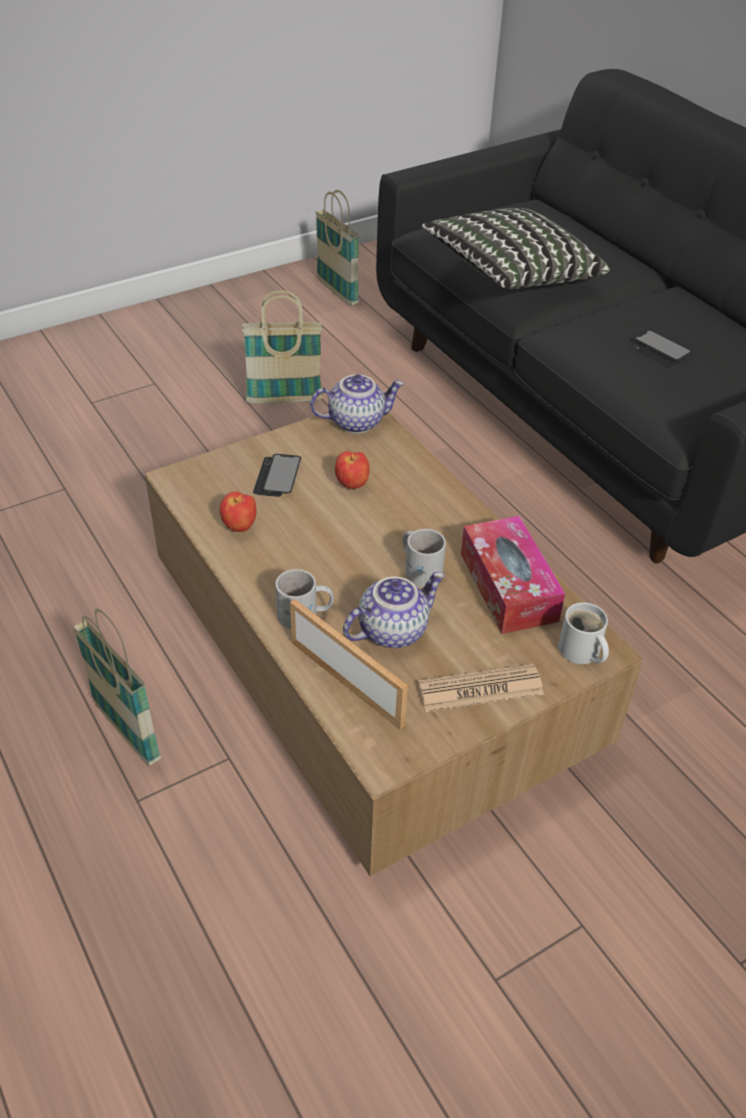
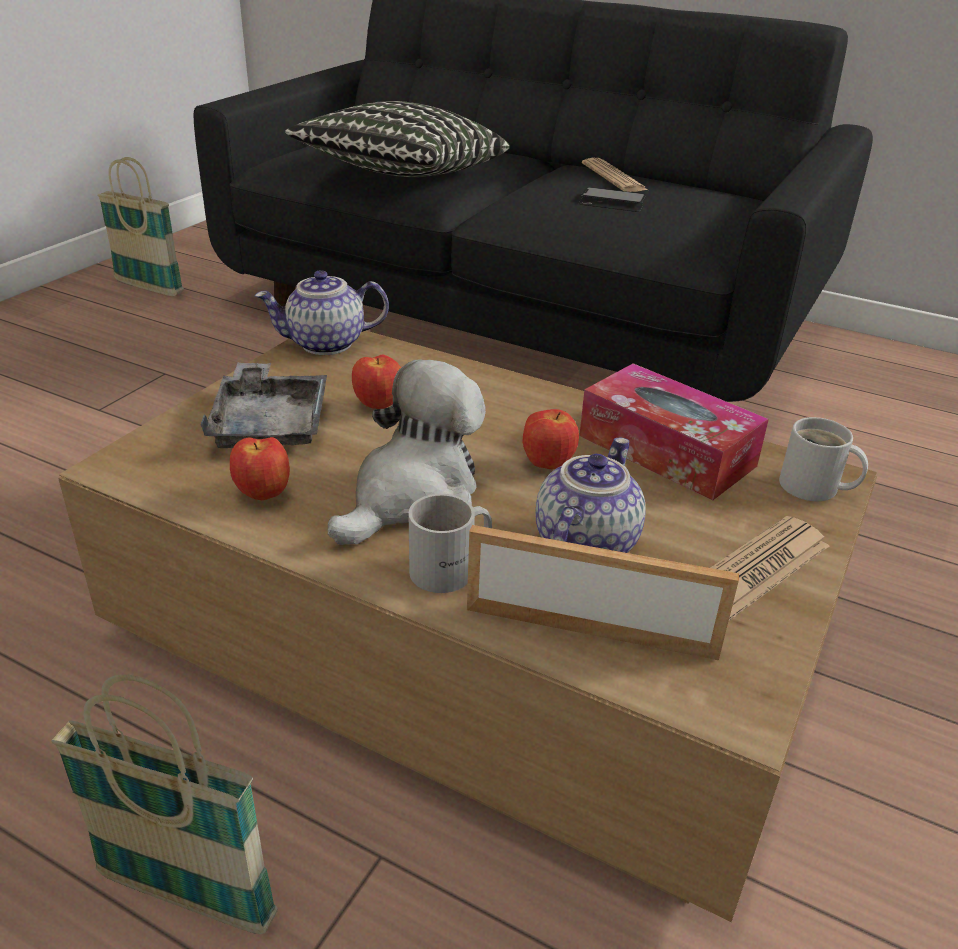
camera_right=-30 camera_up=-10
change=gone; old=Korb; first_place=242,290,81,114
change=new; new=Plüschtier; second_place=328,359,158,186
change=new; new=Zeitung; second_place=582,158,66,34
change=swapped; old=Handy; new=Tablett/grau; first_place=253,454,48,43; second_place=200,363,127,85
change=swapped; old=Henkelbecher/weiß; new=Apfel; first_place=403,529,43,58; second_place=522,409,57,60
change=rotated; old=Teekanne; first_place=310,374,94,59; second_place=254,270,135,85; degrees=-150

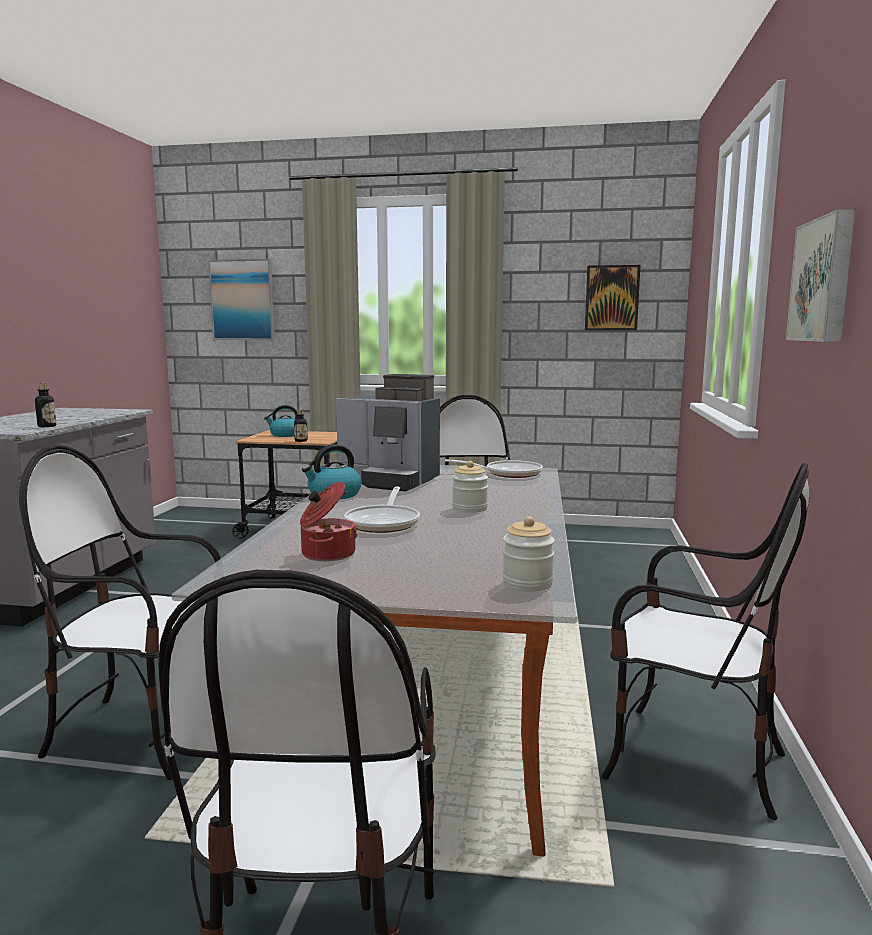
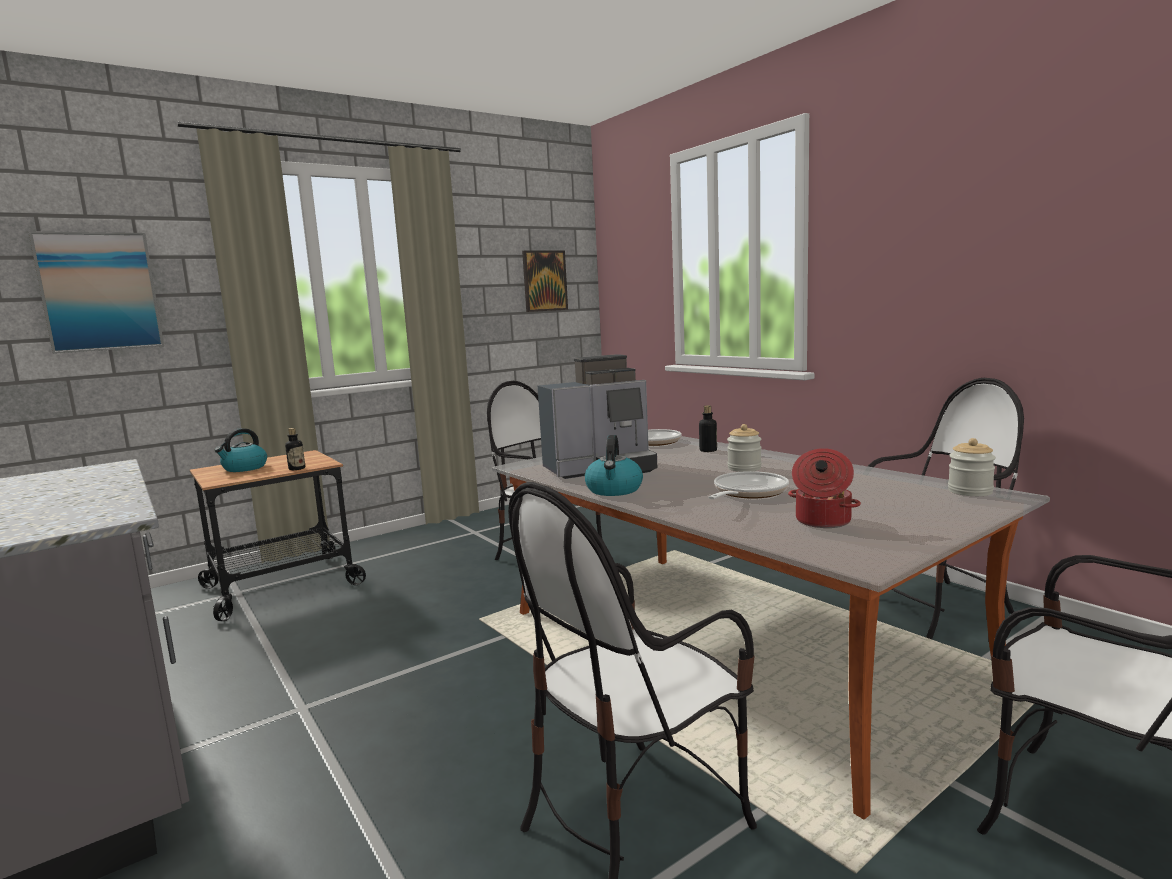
camera_right=-45 camera_up=0
change=gone; old=Bild; first_place=786,209,69,133
change=shifted; old=Flasche; first_place=35,382,21,45; second_place=699,405,18,47
change=rotated; old=Pfanne; first_place=344,487,76,46; second_place=708,471,81,28; degrees=-105

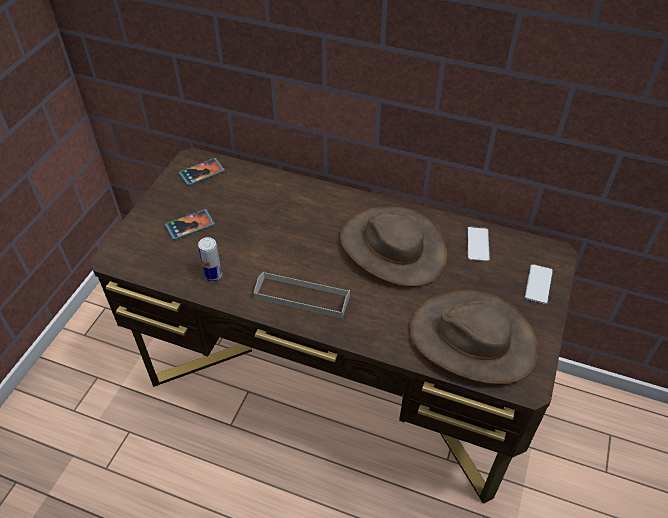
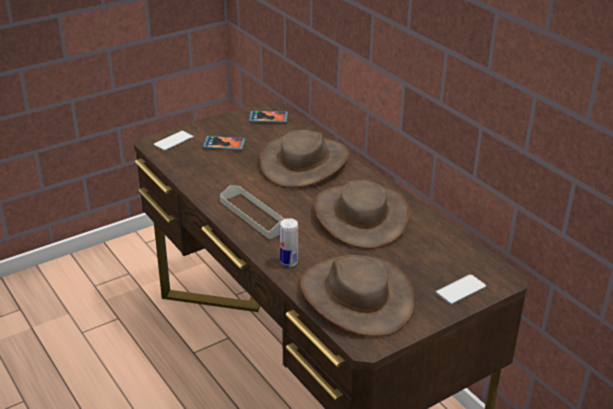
camera_right=35 camera_up=-15
change=new; new=Hut/braun; second_place=260,130,90,58
change=shifted; old=Dose; first_place=198,237,24,44; second_place=280,218,18,49
change=shifted; old=Handy; first_place=467,226,23,35; second_place=153,131,41,20

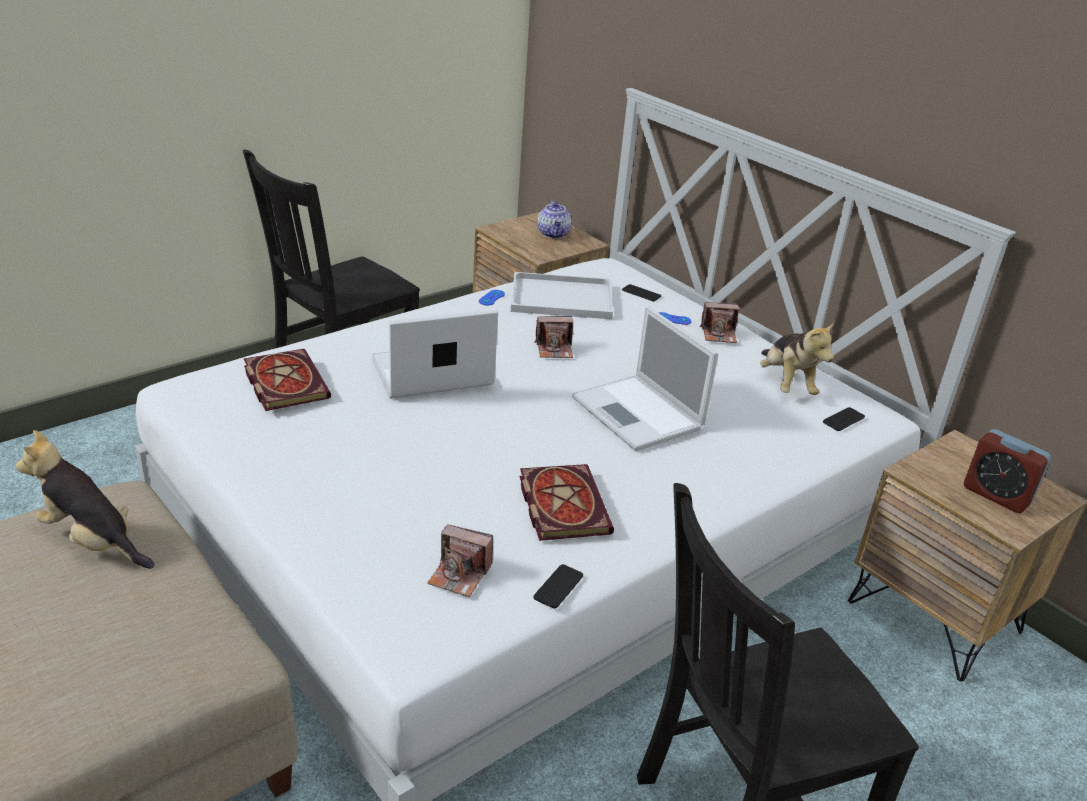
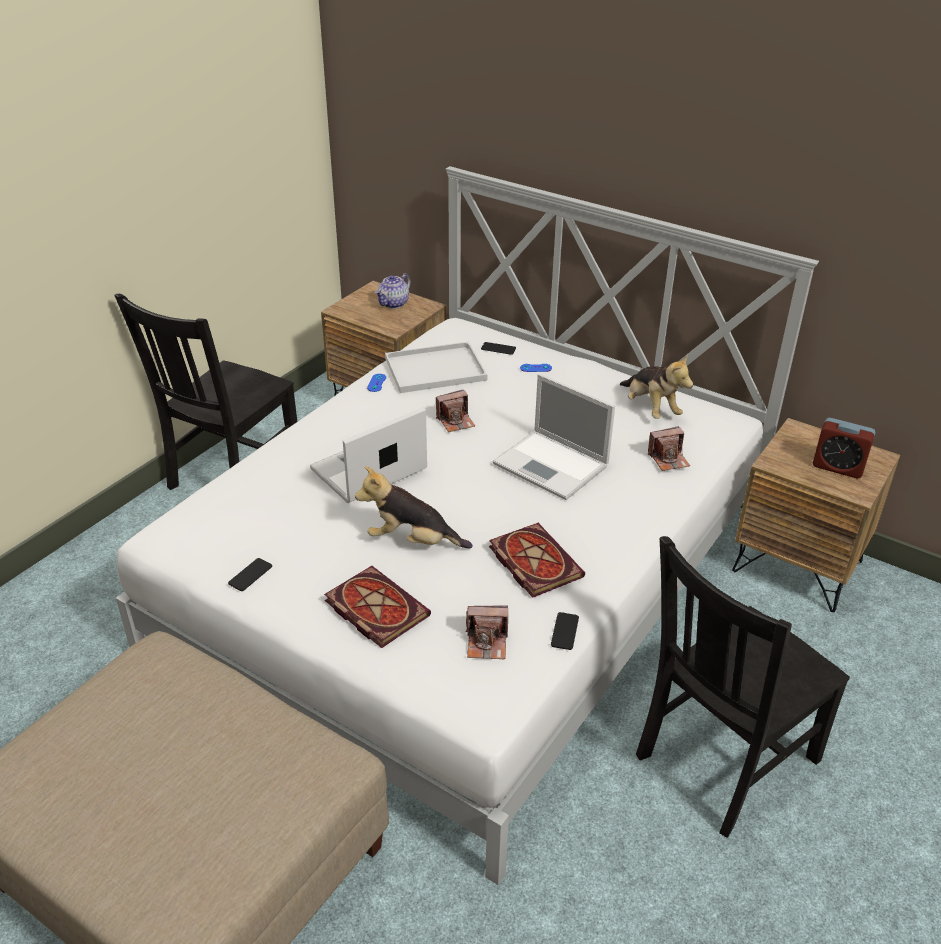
camera_right=-15 camera_up=5
change=shifted; old=Plüschtier; first_place=16,430,139,139; second_place=355,466,118,82
change=shifted; old=Buch; first_place=244,349,87,62; second_place=324,566,107,82
change=shifted; old=Kamera; first_place=700,302,39,41; second_place=648,426,42,45
change=shifted; old=Handy; first_place=823,407,42,24; second_place=228,558,44,33
change=rotated; old=Teekanne; first_place=537,200,35,38; second_place=375,273,36,36; degrees=60

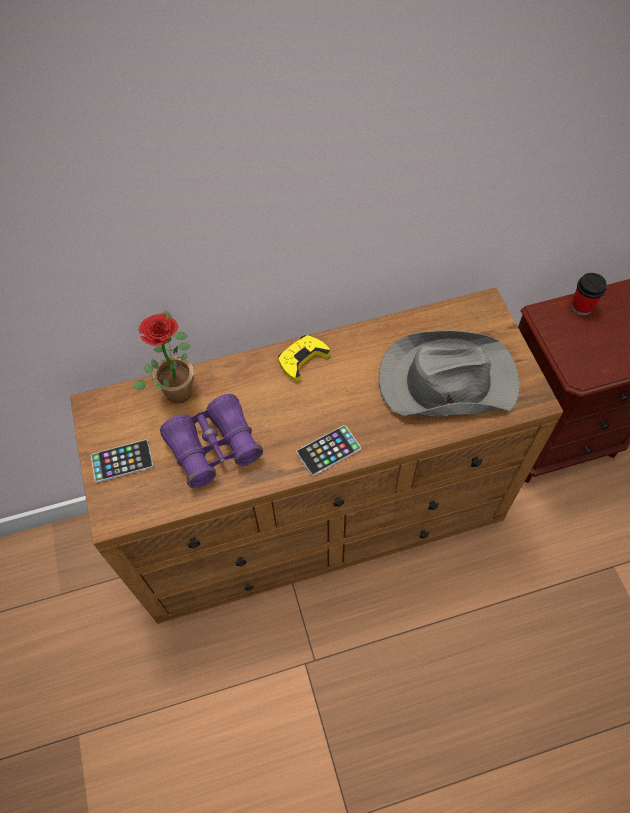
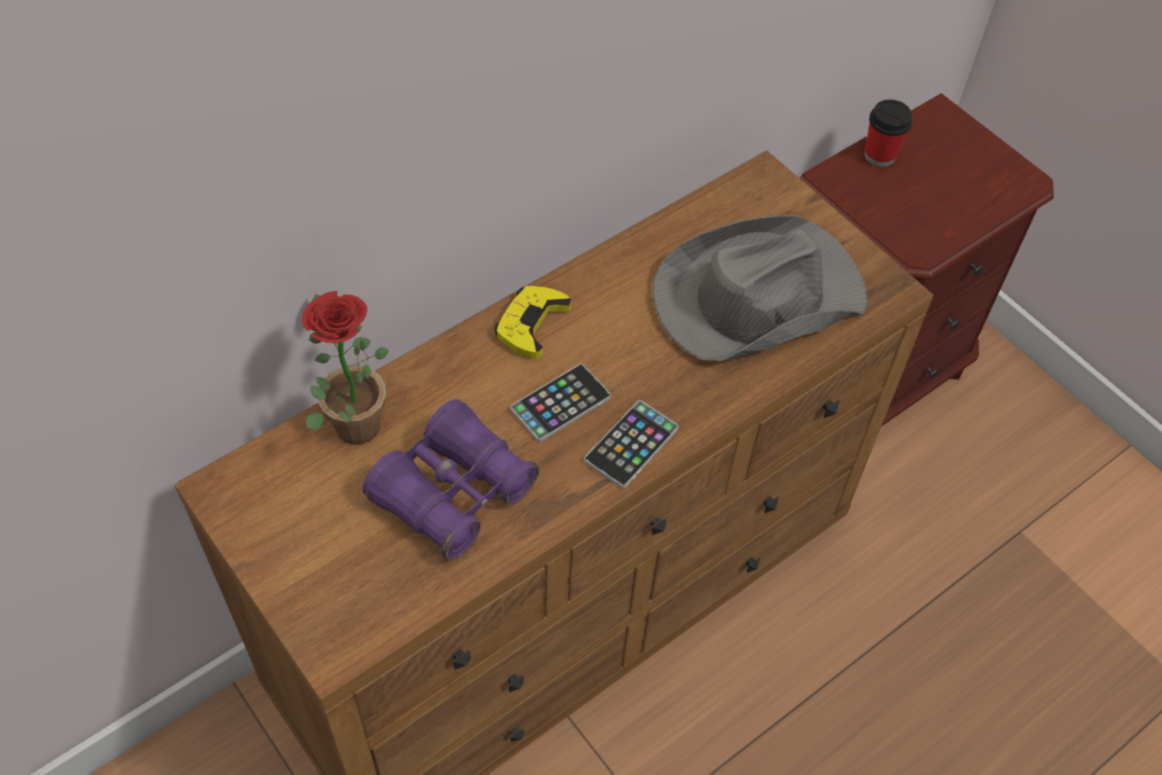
camera_right=-25 camera_up=-5
change=shifted; old=Handy; first_place=91,439,63,44; second_place=510,364,101,78

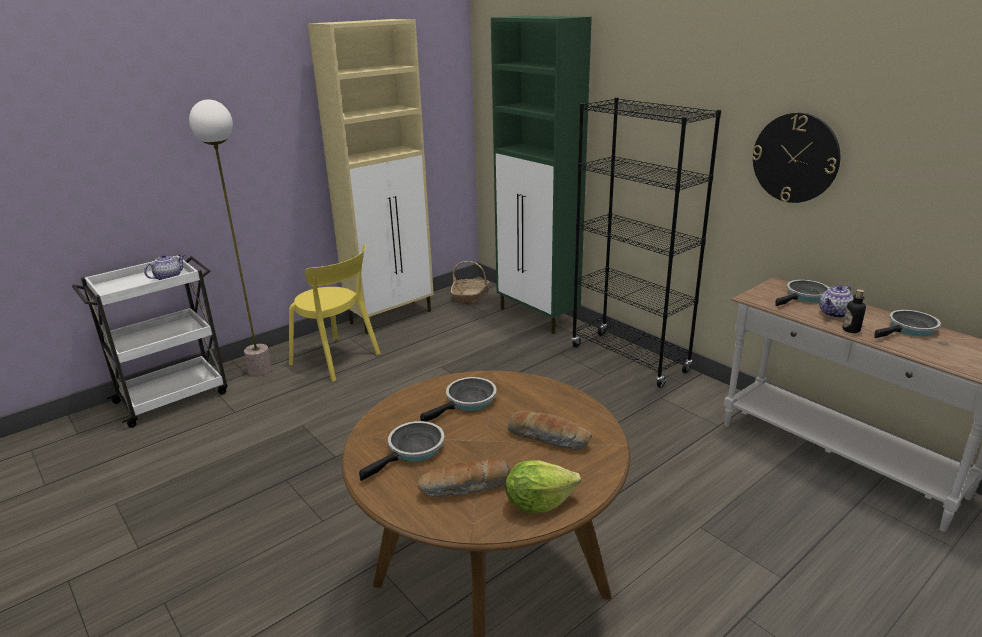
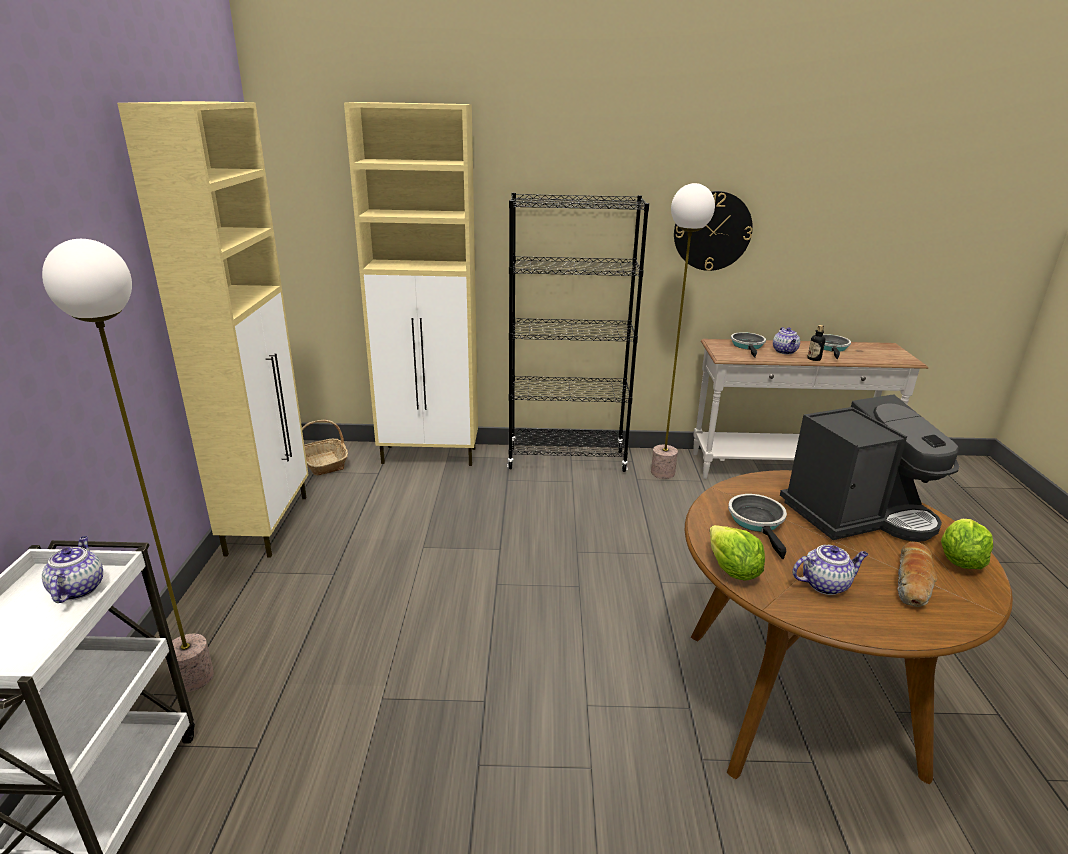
camera_right=-50 camera_up=0
change=gone; old=Stuhl/gelb; first_place=289,244,91,138
change=new; new=Stehlampe; second_place=651,183,64,296
change=new; new=Salatkopf; second_place=709,525,56,56
change=swapped; old=Pfanne; new=Teekanne; first_place=359,421,86,60; second_place=792,545,77,50
change=swapped; old=Brot; new=Kaffeemaschine; first_place=507,411,85,39; second_place=780,394,179,148
change=repainted; old=Schrank/grün; new=Schrank/beige; first_place=491,16,101,318; second_place=344,102,134,364

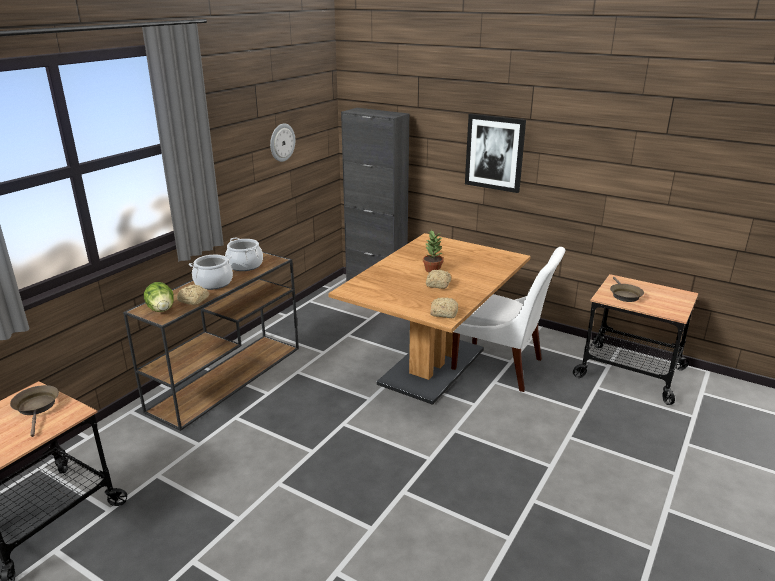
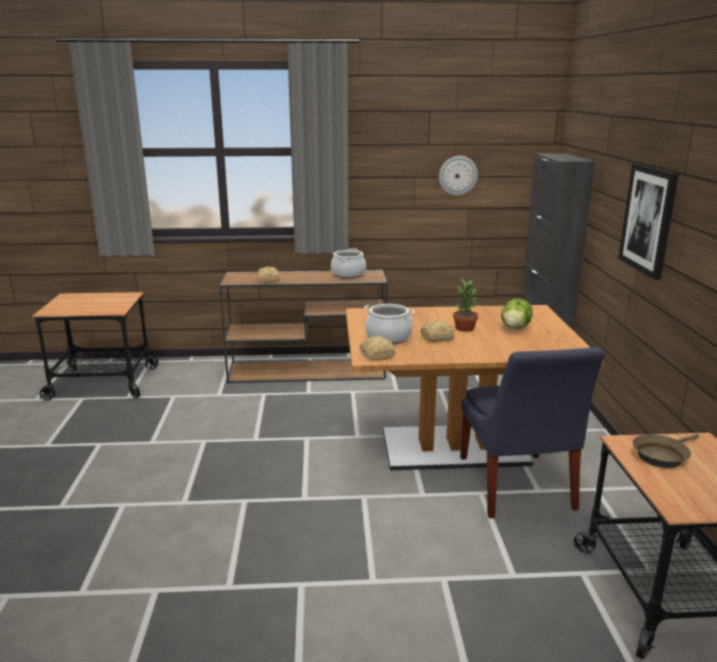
camera_right=55 camera_up=-5
change=gone; old=Pfanne/braun; first_place=10,385,49,52
change=shifted; old=Salatkopf; first_place=144,282,30,30; second_place=501,299,32,30
change=shifted; old=Kochtopf; first_place=189,254,44,36; second_place=364,304,51,40
change=repainted; old=Stuhl/weiß; new=Stuhl/blau; first_place=451,247,114,145; second_place=460,347,145,171

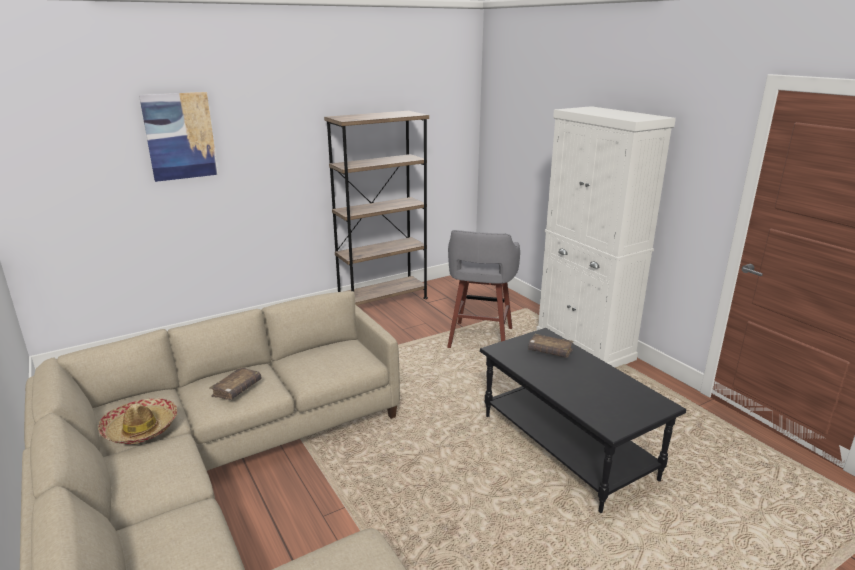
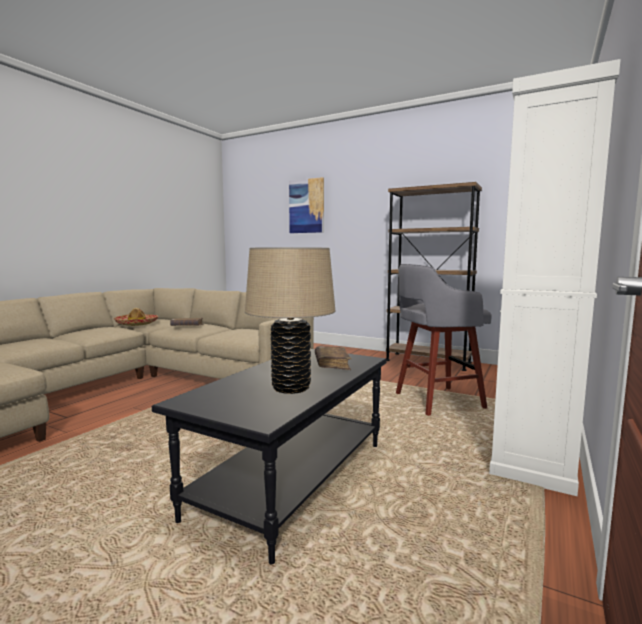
camera_right=60 camera_up=-15
change=new; new=Tischlampe/beige; second_place=245,247,90,147

